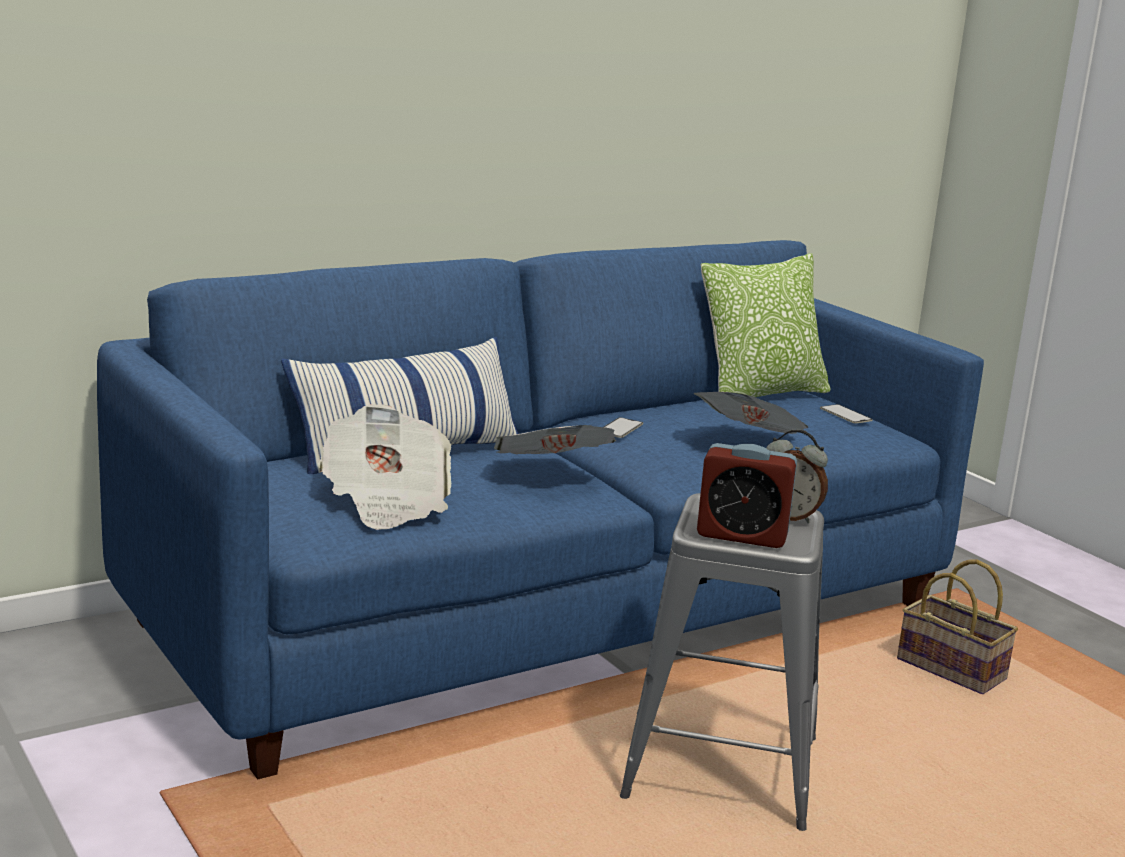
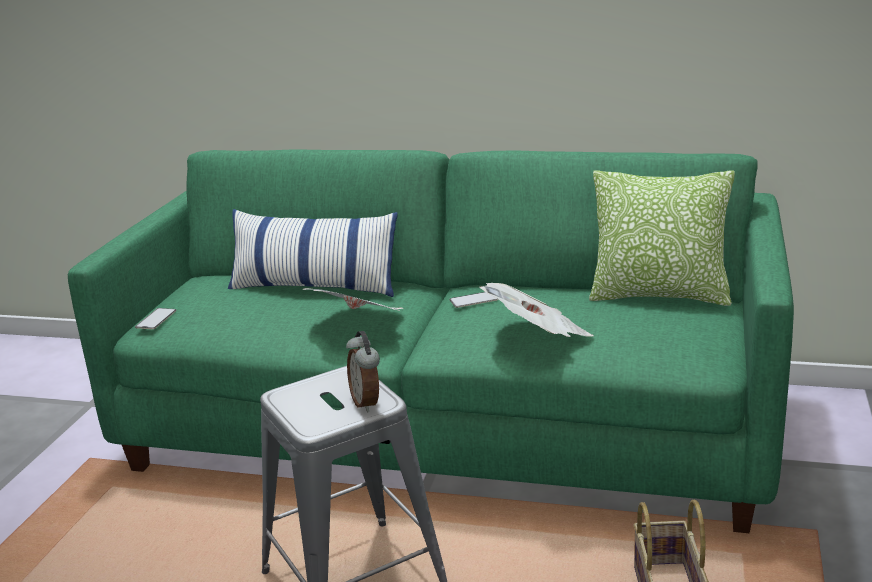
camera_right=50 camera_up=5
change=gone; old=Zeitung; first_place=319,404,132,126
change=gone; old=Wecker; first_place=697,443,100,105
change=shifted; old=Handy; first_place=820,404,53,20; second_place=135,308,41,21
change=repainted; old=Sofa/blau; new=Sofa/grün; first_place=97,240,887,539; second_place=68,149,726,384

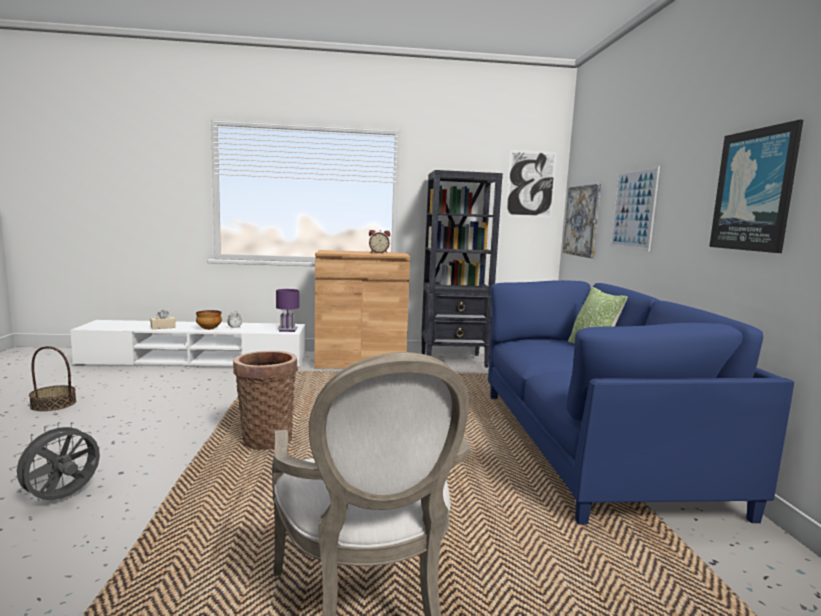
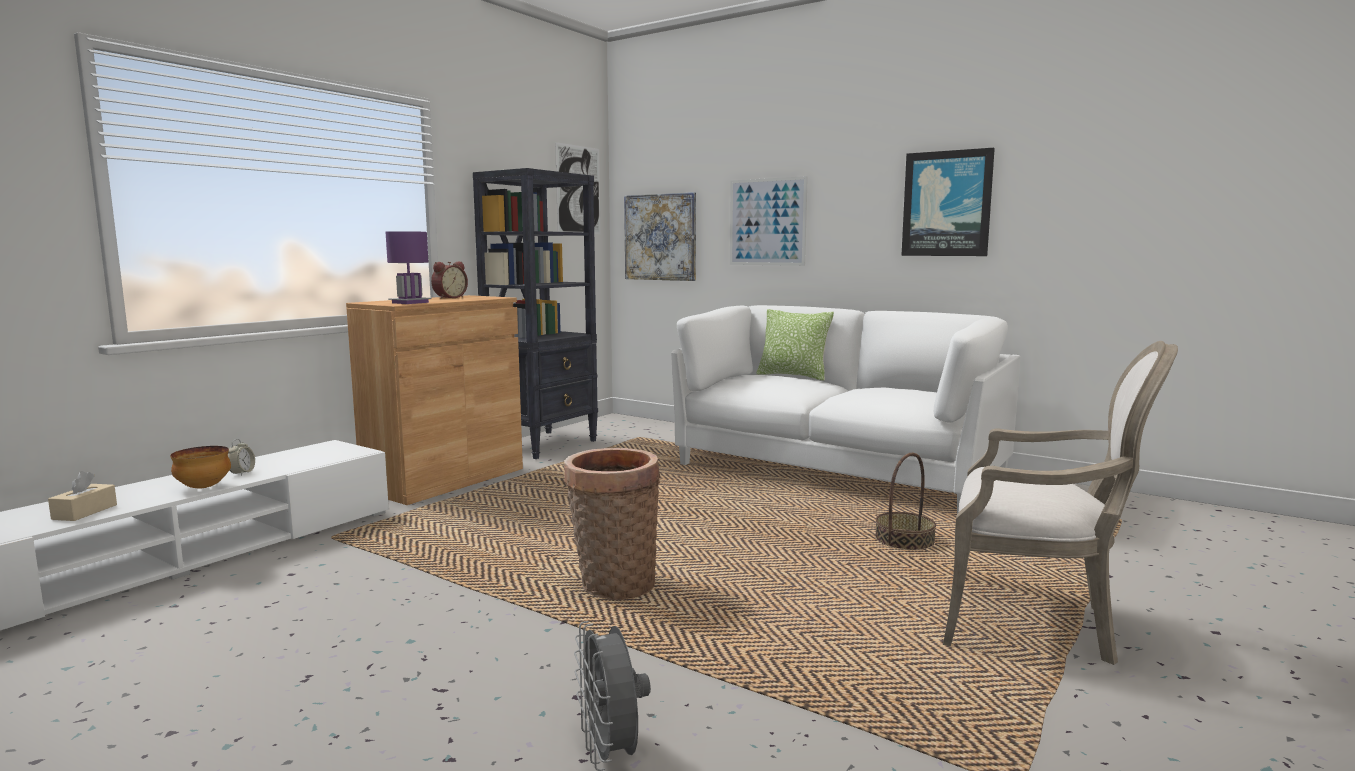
camera_right=-50 camera_up=0
change=shifted; old=Korb; first_place=29,346,47,65; second_place=875,453,61,97
change=shifted; old=Tischlampe/lila; first_place=276,289,23,43; second_place=386,231,46,73
change=repainted; old=Sofa/blau; new=Sofa/weiß; first_place=488,280,306,244; second_place=671,305,349,208

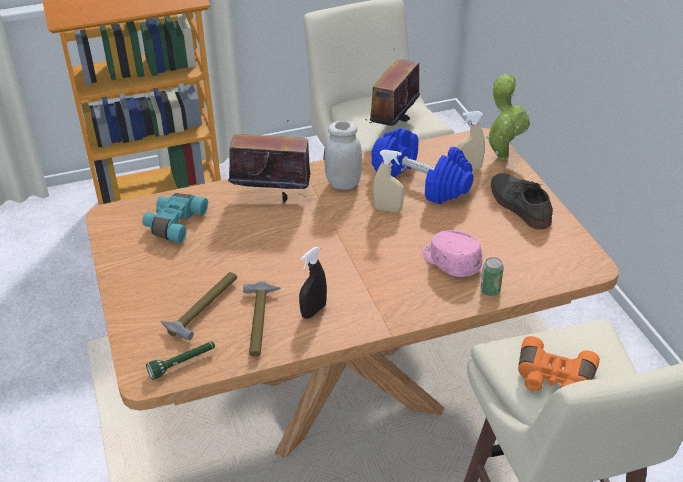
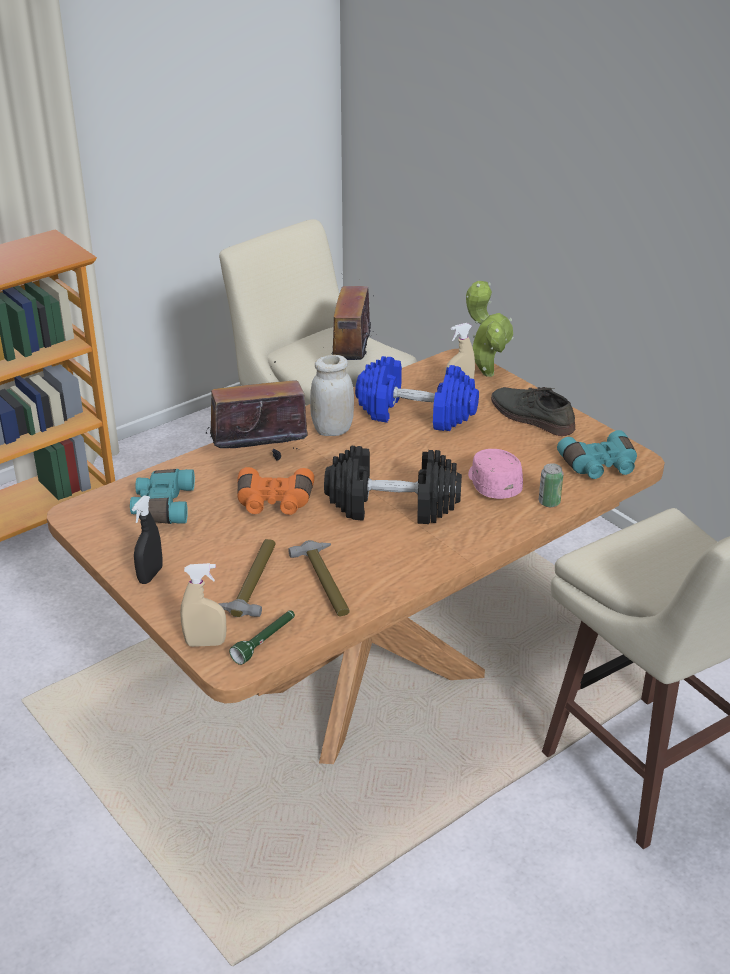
camera_right=-20 camera_up=-5
change=new; new=Hantel/schwarz; second_place=324,446,138,78
change=new; new=Fernglas/türkis; second_place=557,430,80,49
change=shifted; old=Sprühflasche/schwarz; first_place=299,247,28,72; second_place=132,495,31,89
change=shifted; old=Sprühflasche/beige; first_place=373,150,31,62; second_place=180,563,46,84
change=shifted; old=Fernglas/orange; first_place=518,336,82,55; second_place=237,467,77,48
change=rotated; old=Kappe/rosa; first_place=422,230,60,47; second_place=468,449,55,50; degrees=45

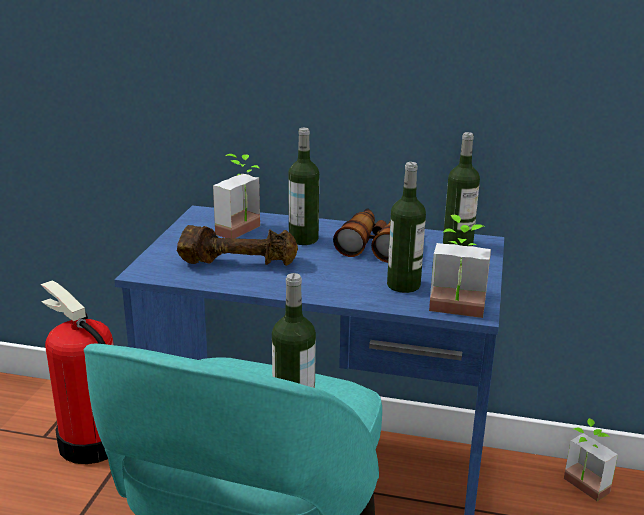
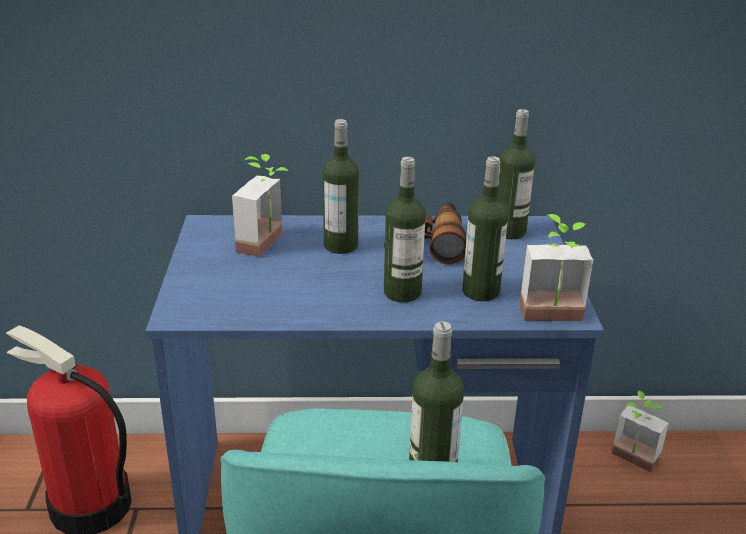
camera_right=-15 camera_up=5
change=gone; old=Hantel/braun; first_place=177,225,121,41
change=new; new=Flasche; second_place=384,157,42,145

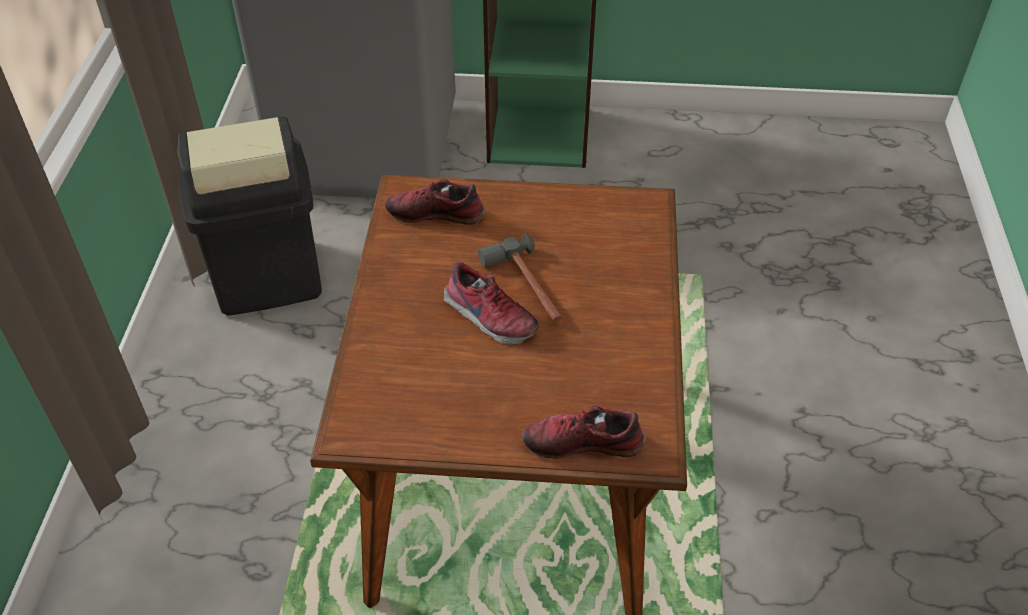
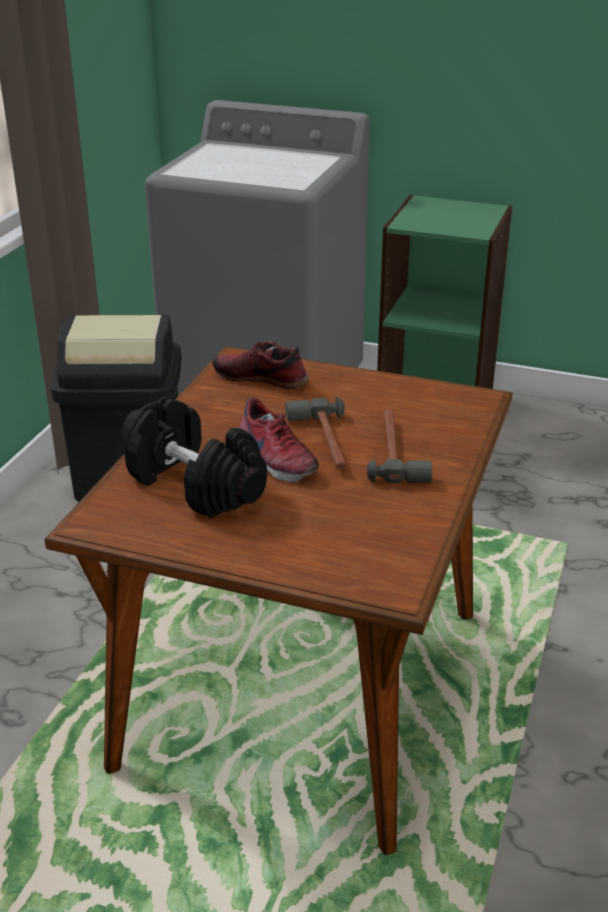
camera_right=15 camera_up=-15
change=gone; old=Schuh; first_place=522,406,124,53
change=new; new=Hantel/schwarz; second_place=121,397,146,121
change=new; new=Hammer; second_place=367,410,65,74

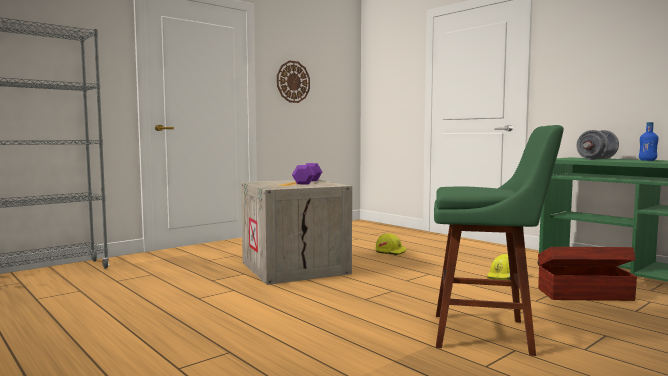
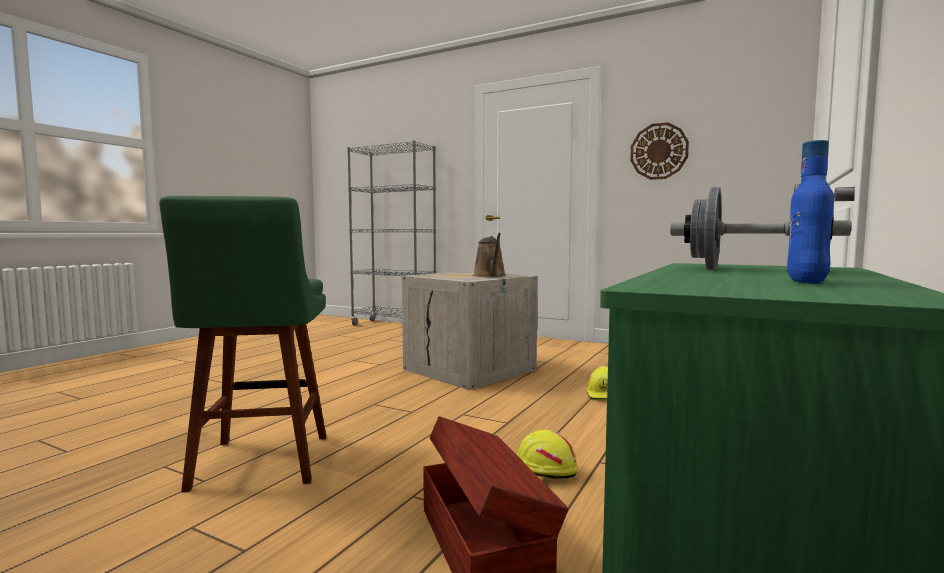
camera_right=70 camera_up=0
change=swapped; old=Hantel/lila; new=Gießkanne/braun; first_place=292,163,30,21; second_place=473,233,33,44

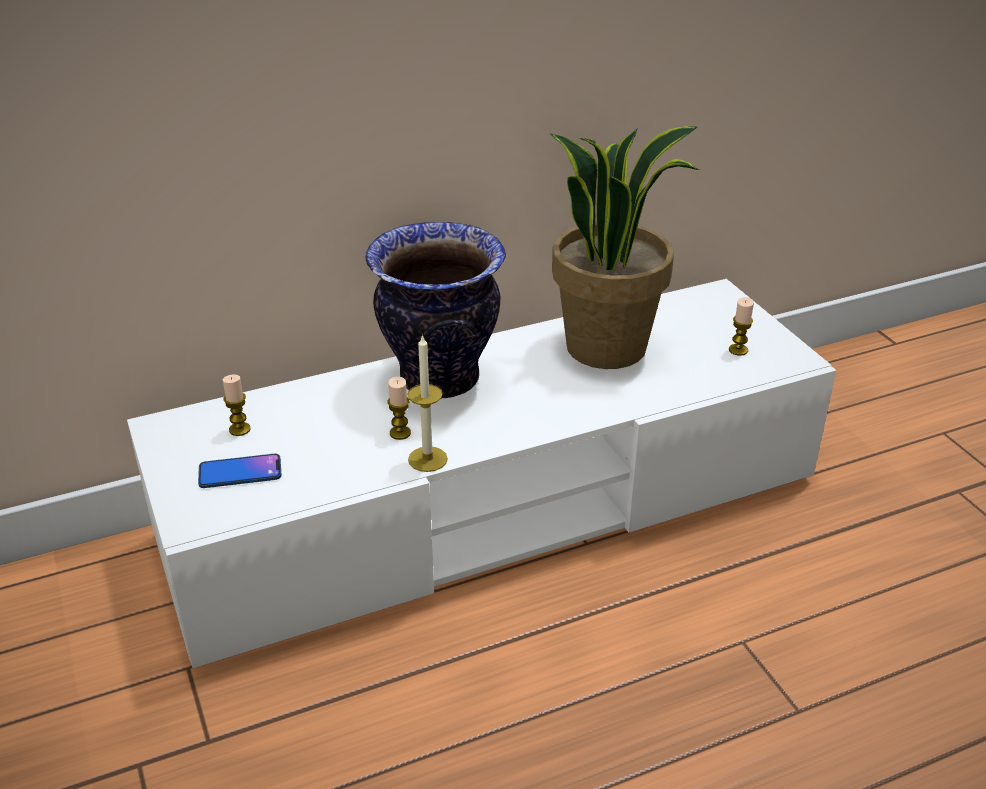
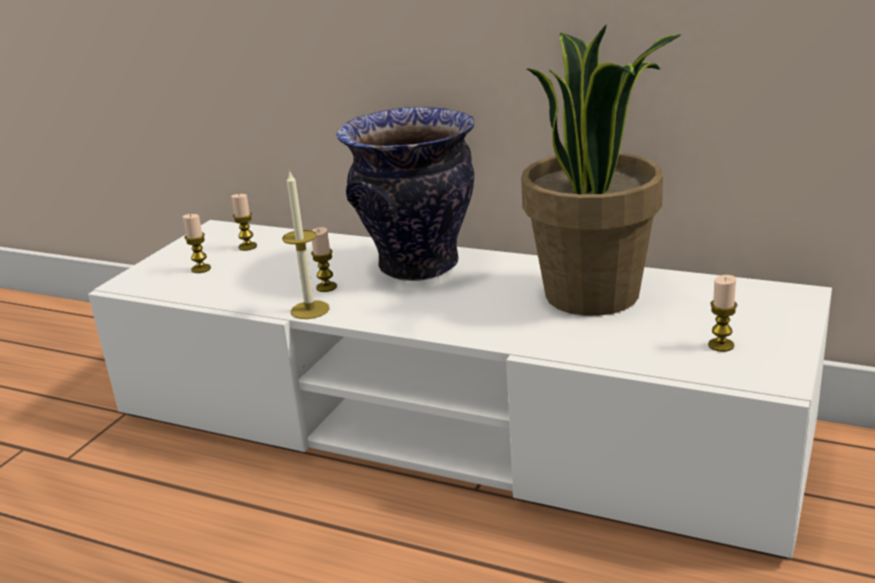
camera_right=50 camera_up=-10
change=swapped; old=Handy; new=Kerze; first_place=198,454,83,34; second_place=182,214,29,59

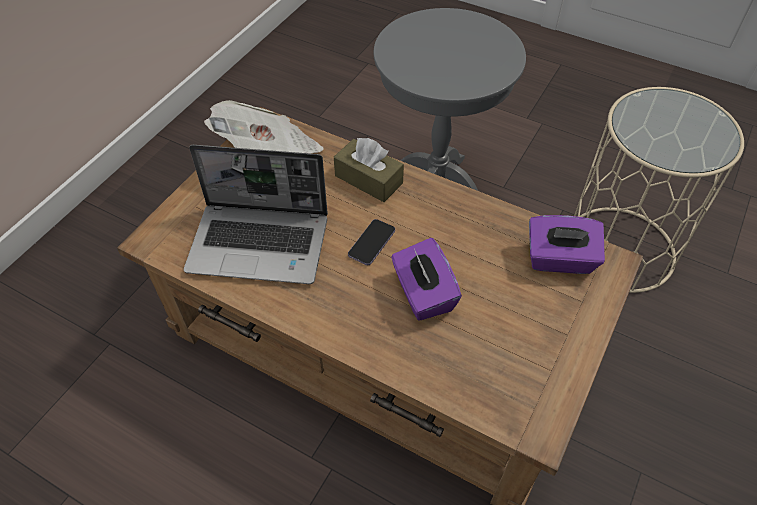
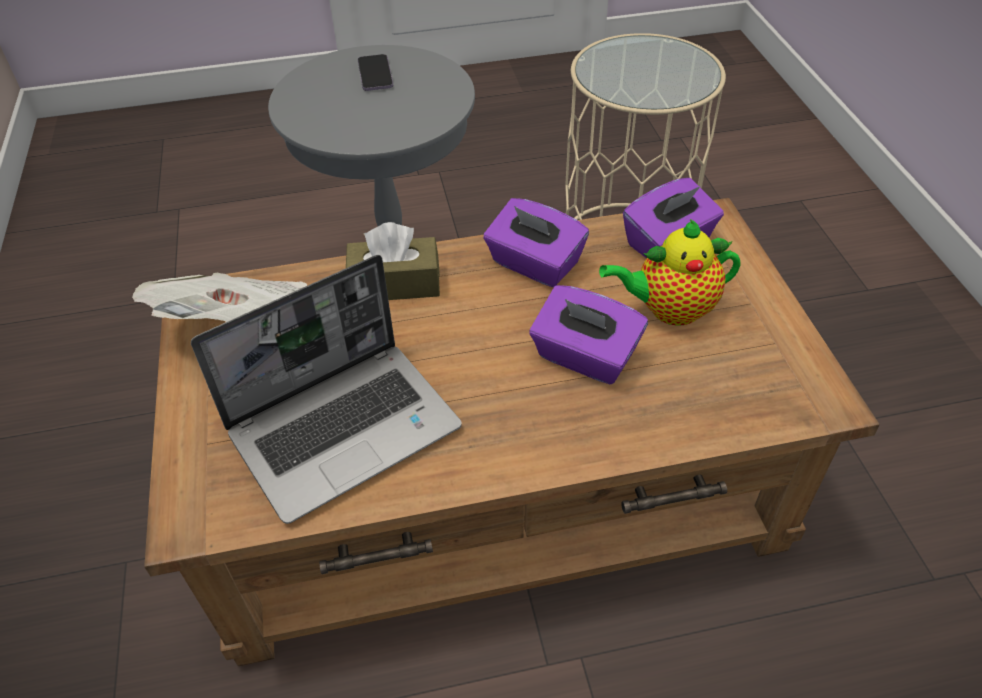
camera_right=-40 camera_up=-5
change=new; new=Taschentuchbox/lila; second_place=483,198,106,89
change=new; new=Teekanne; second_place=599,219,141,107
change=shifted; old=Handy; first_place=348,219,47,46; second_place=358,54,35,37

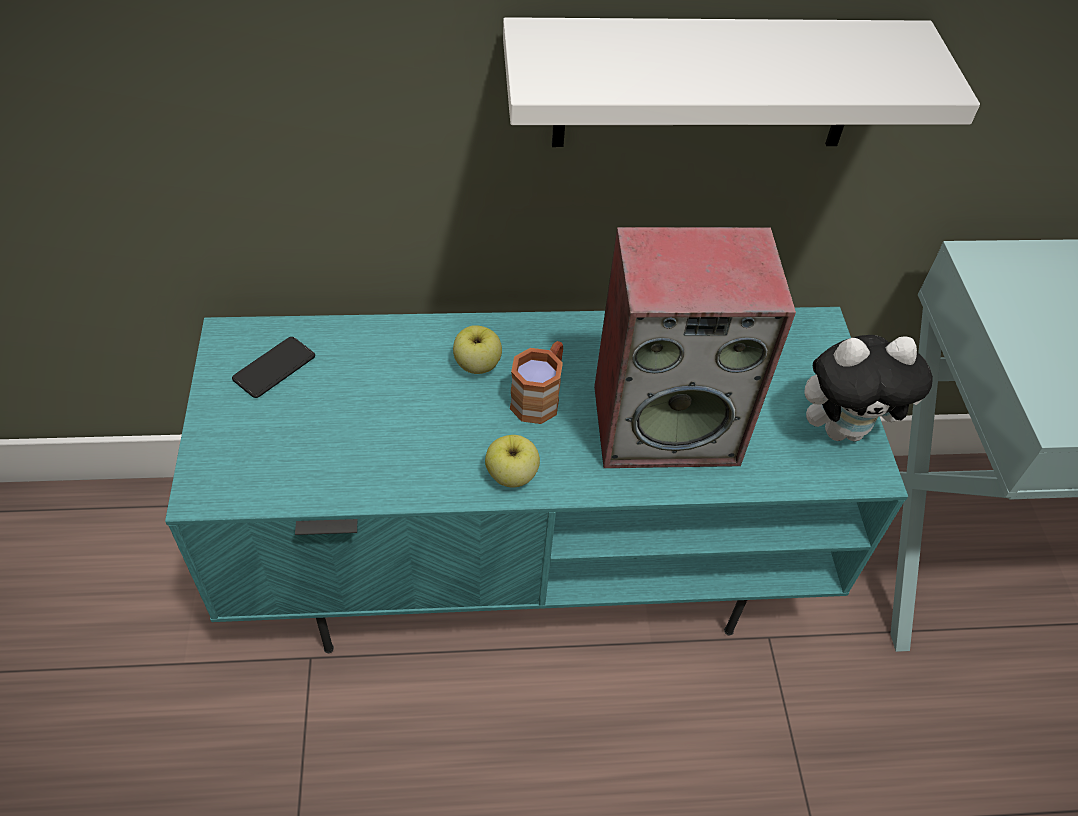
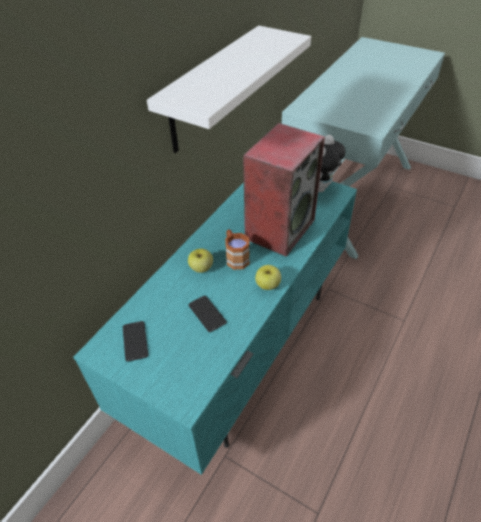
camera_right=-50 camera_up=-5
change=new; new=Handy; second_place=188,296,39,36

